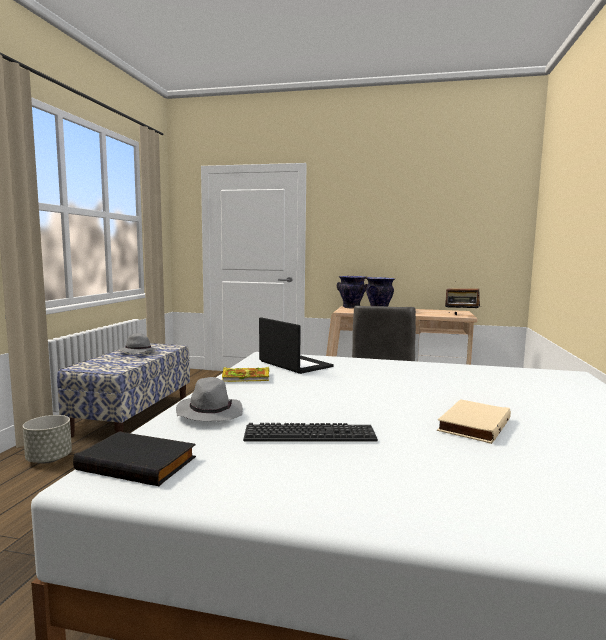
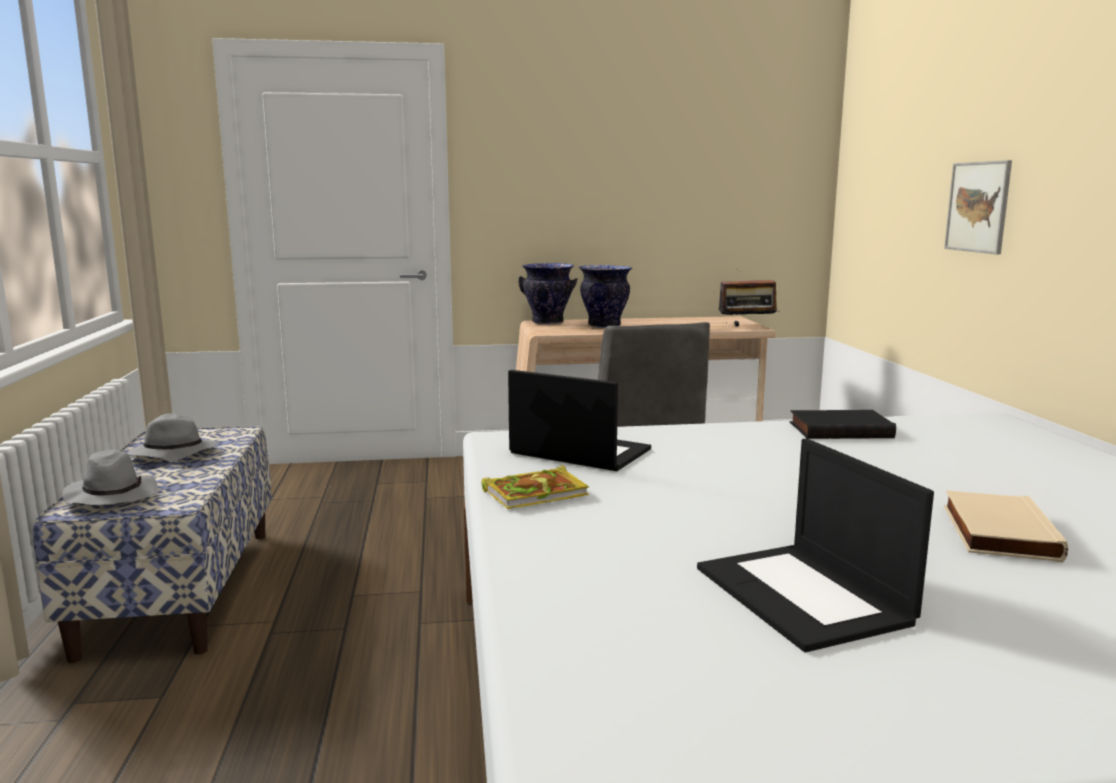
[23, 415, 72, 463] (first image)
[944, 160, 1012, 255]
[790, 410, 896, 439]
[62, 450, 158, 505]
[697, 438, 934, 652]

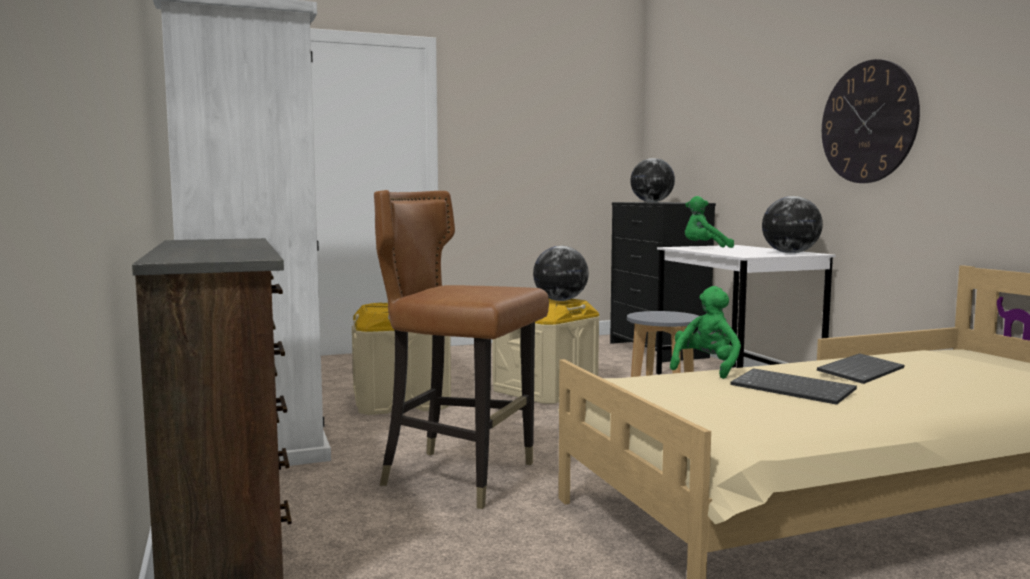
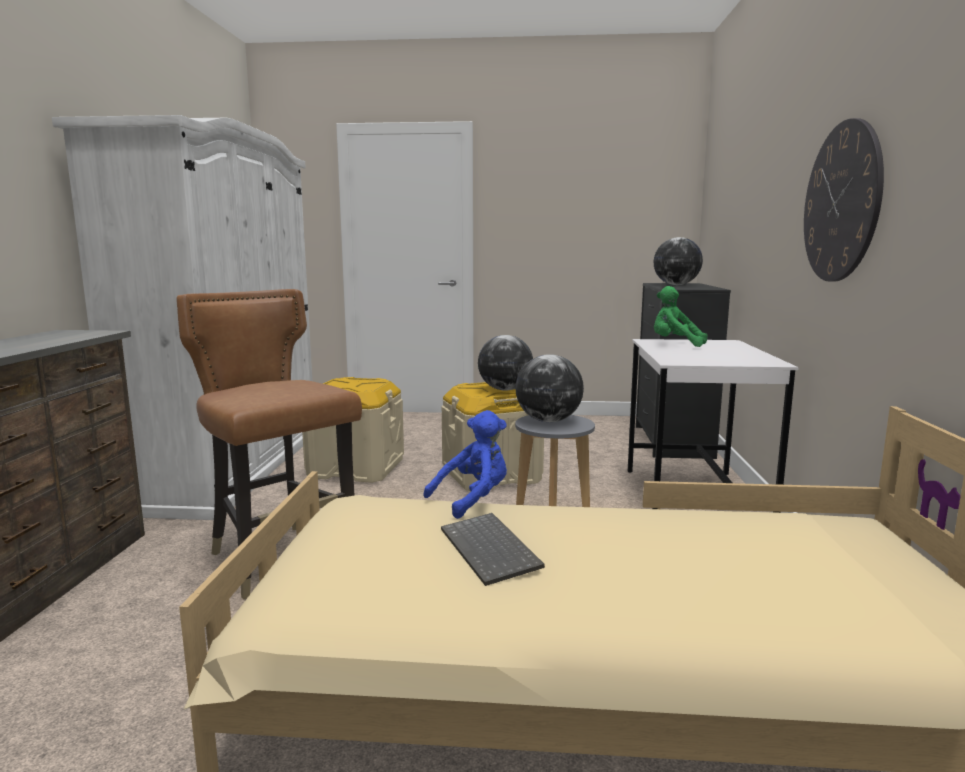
[817, 353, 904, 384] (first image)
[515, 354, 584, 422]
[423, 410, 507, 519]

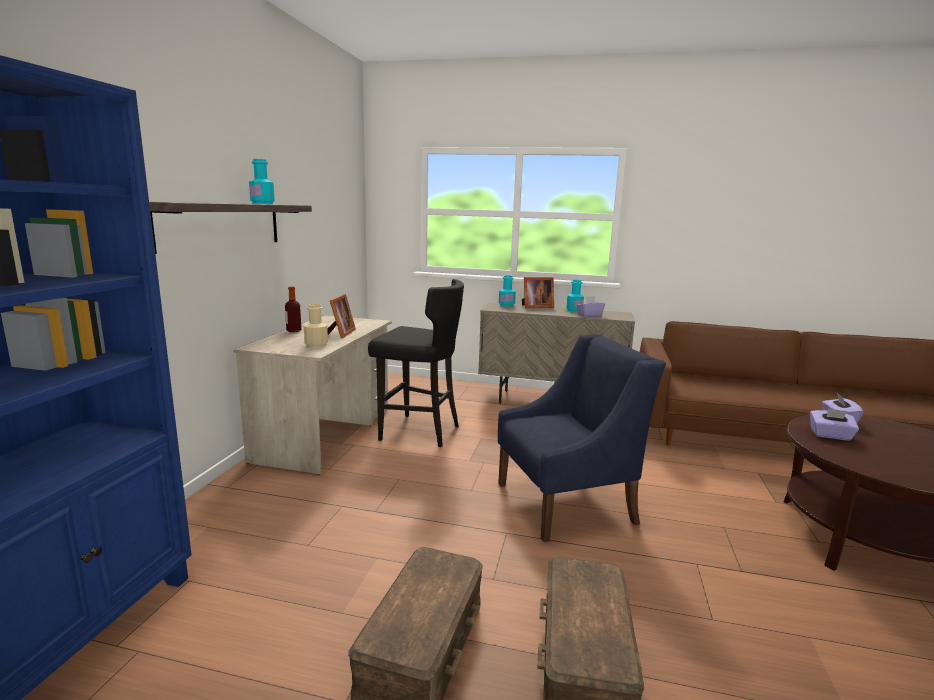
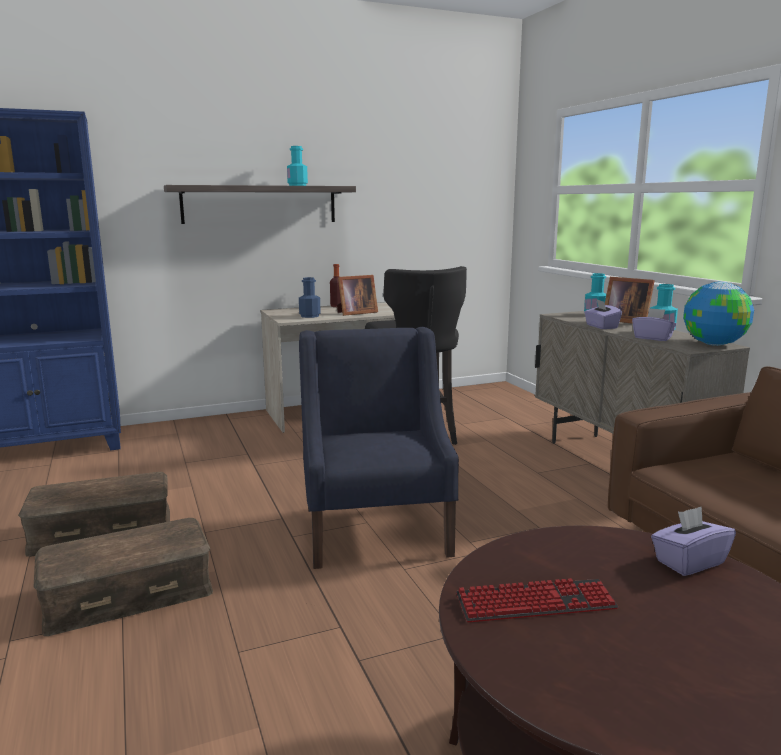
[456, 578, 619, 622]
[683, 282, 754, 346]
[584, 300, 622, 329]
[299, 277, 321, 318]
[299, 327, 459, 569]

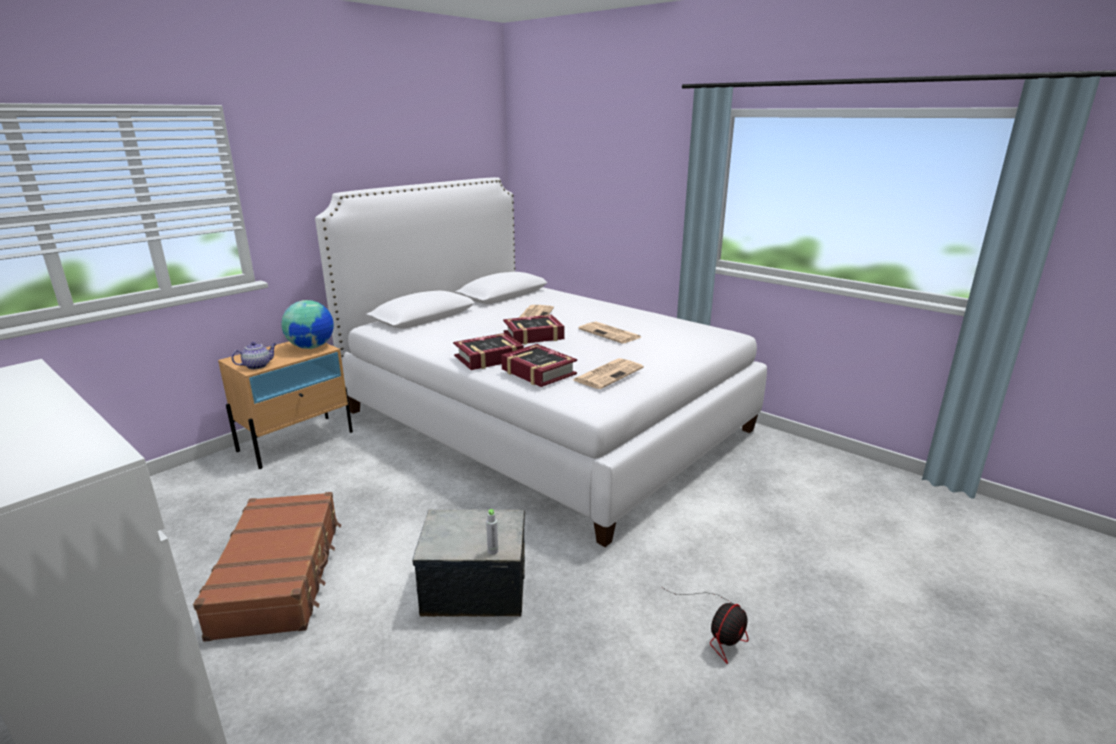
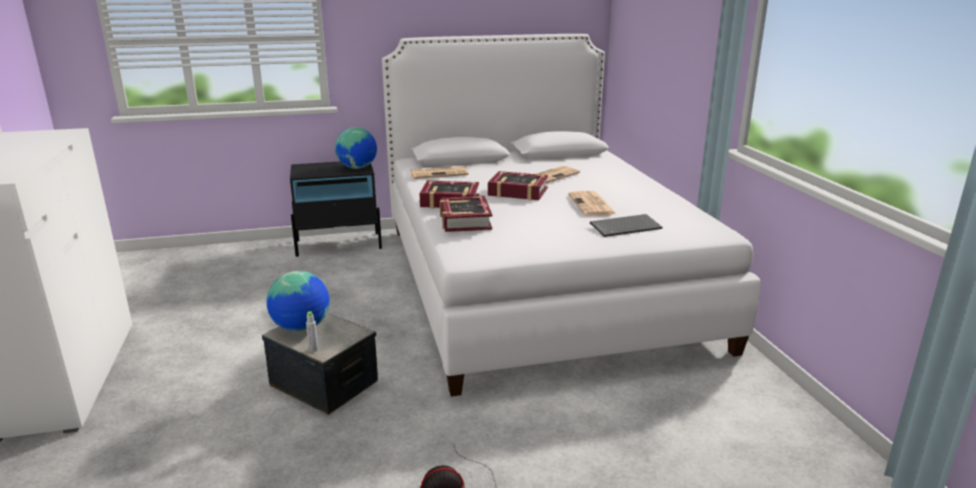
[193, 492, 341, 642] (first image)
[231, 342, 276, 369] (first image)
[267, 271, 330, 332]
[590, 214, 662, 237]
[410, 166, 469, 179]
[290, 162, 382, 257]

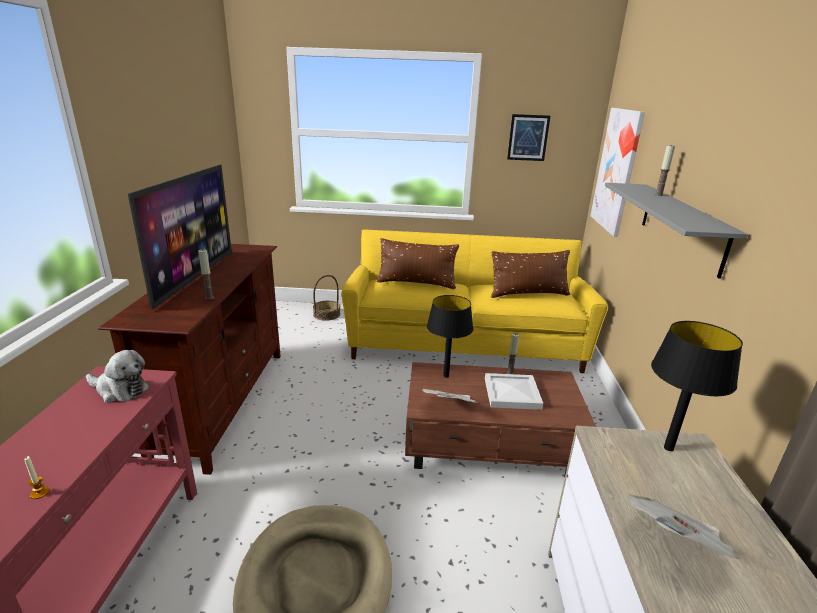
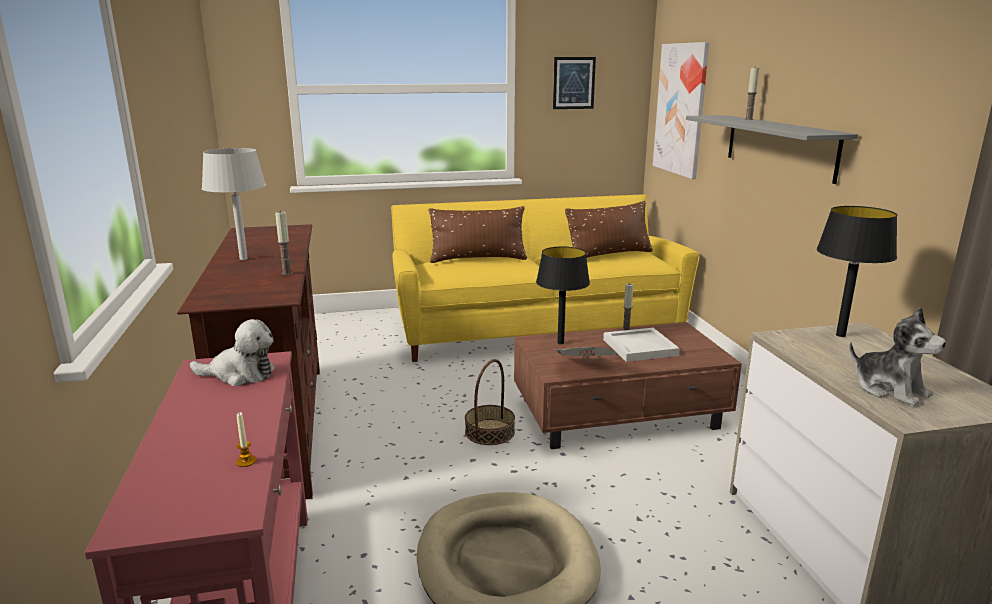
[465, 359, 515, 445]
[202, 148, 266, 260]
[849, 307, 946, 406]

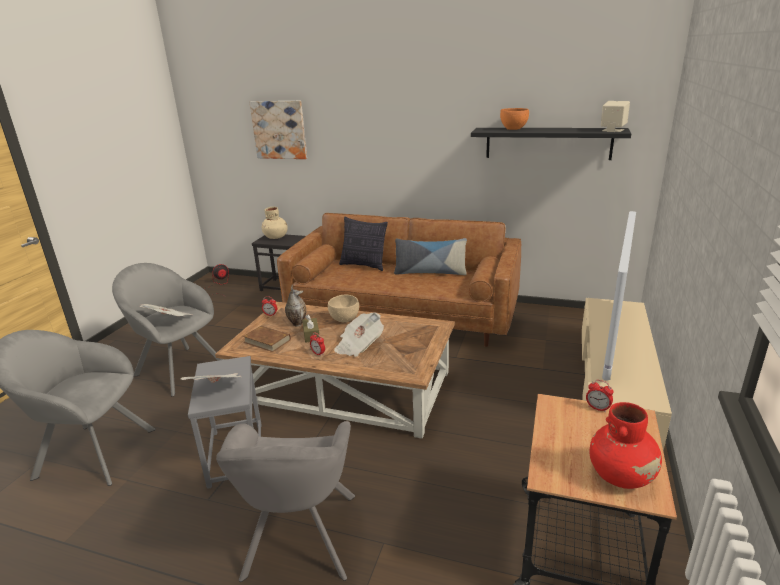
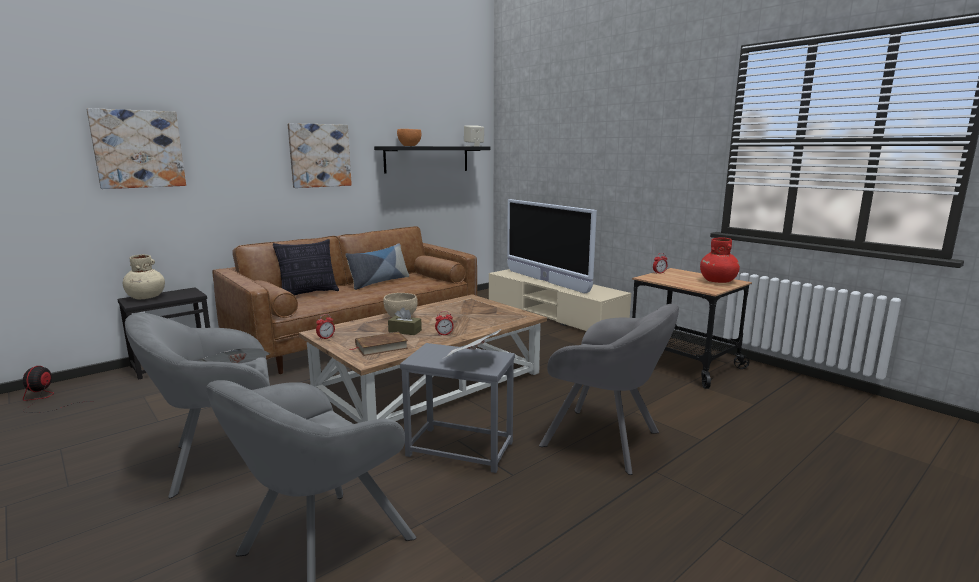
[285, 284, 307, 327] (first image)
[334, 312, 384, 357] (first image)
[287, 123, 352, 188]

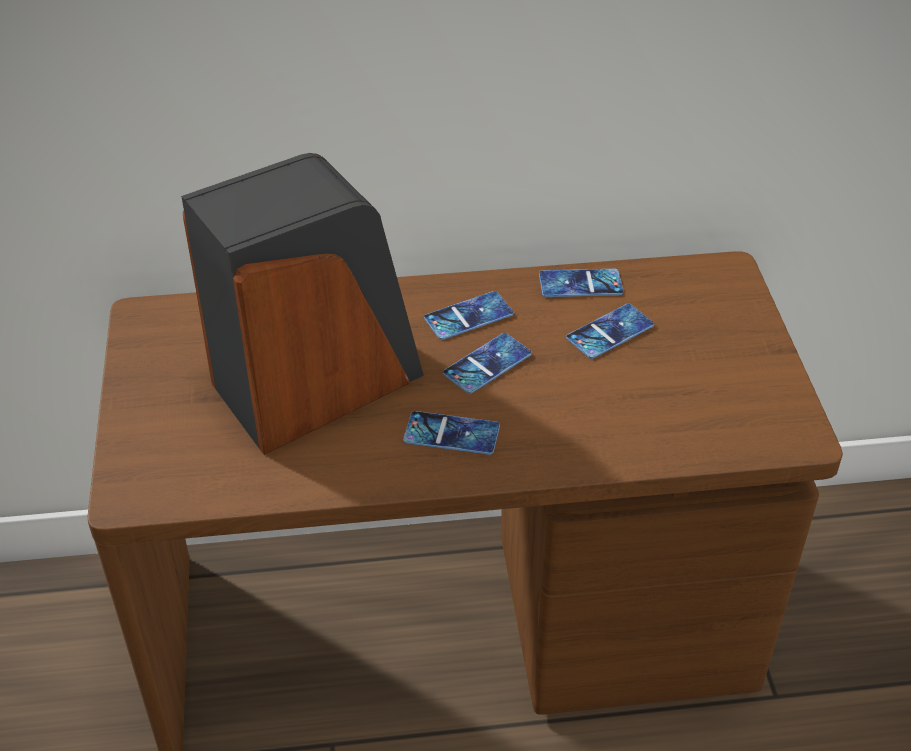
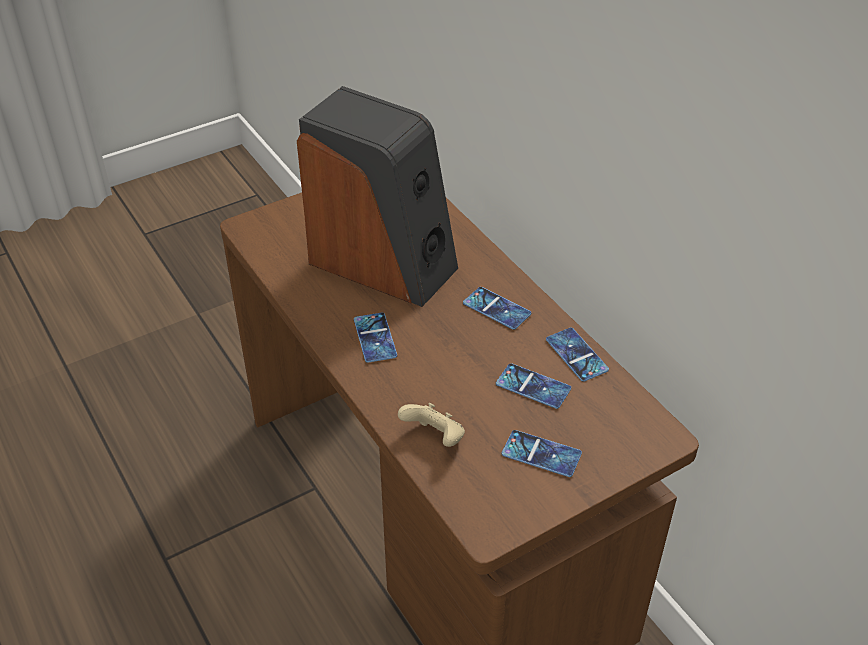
[398, 403, 465, 447]
[502, 430, 582, 477]

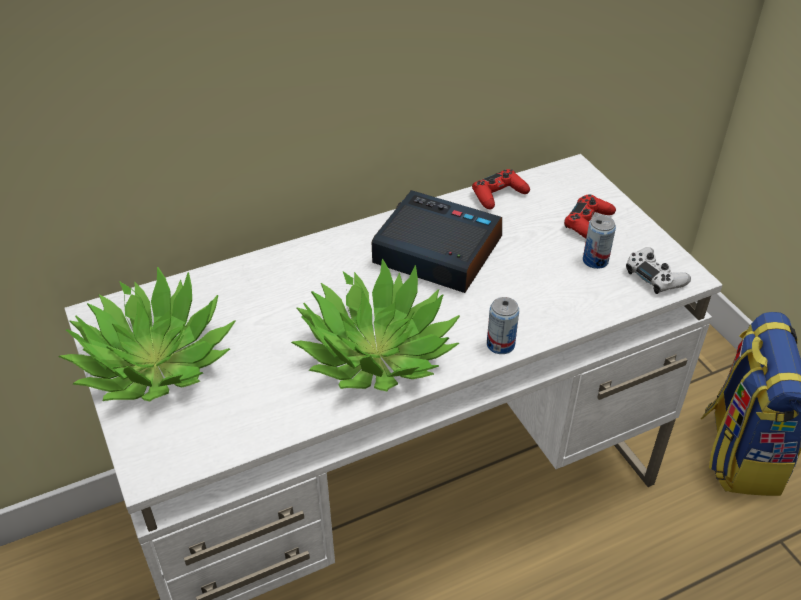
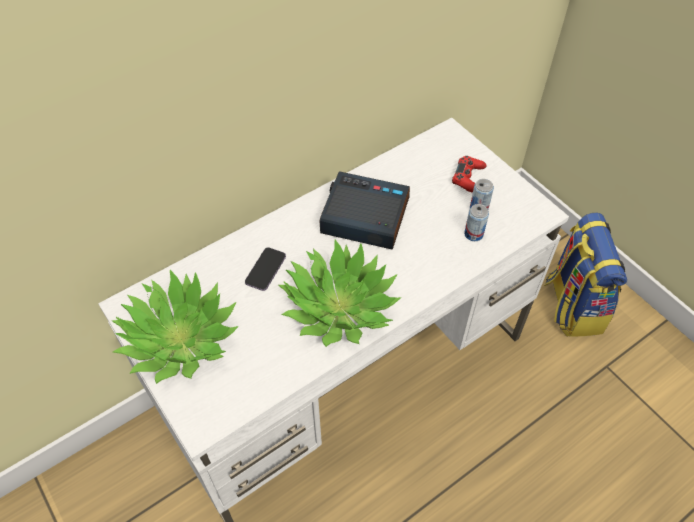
[472, 169, 530, 210] (first image)
[626, 247, 691, 294] (first image)
[245, 247, 286, 291]
[464, 204, 489, 241]

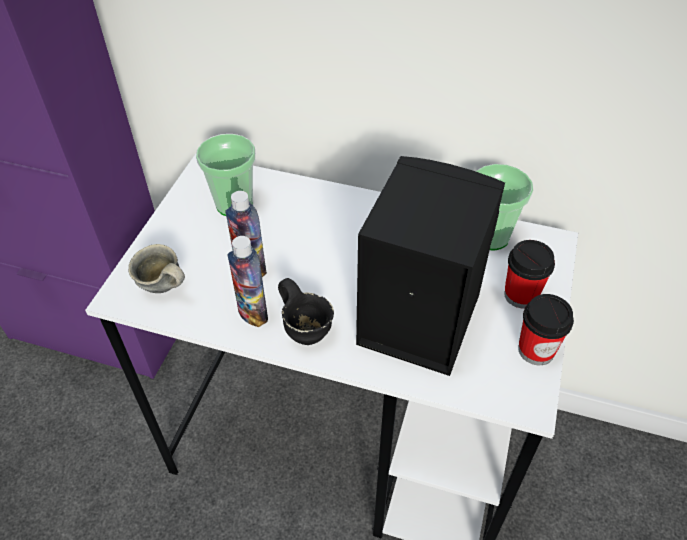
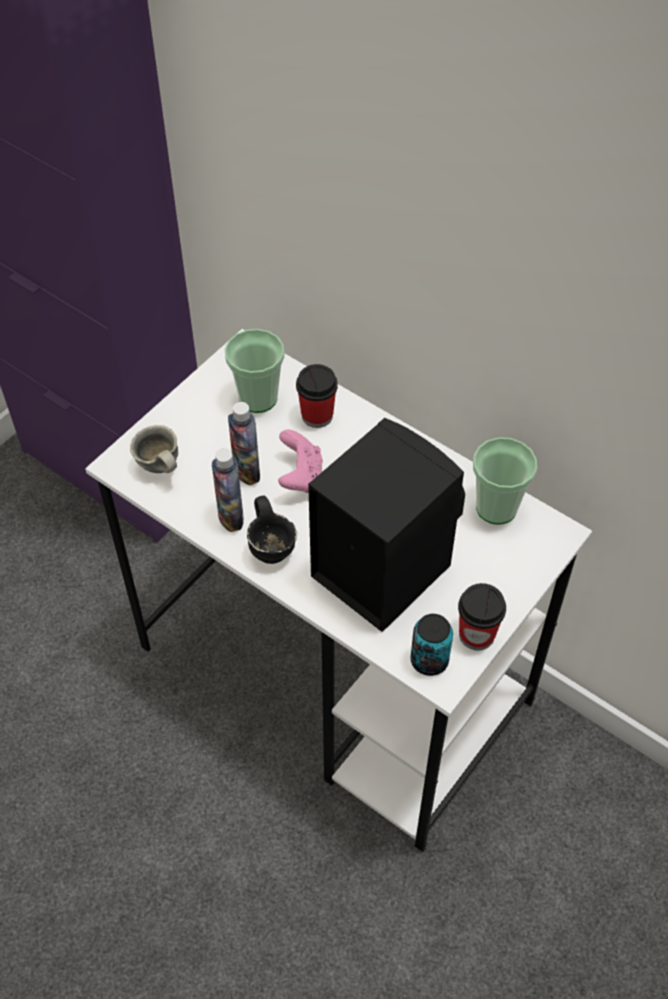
[278, 429, 323, 493]
[411, 614, 453, 676]
[296, 364, 338, 428]

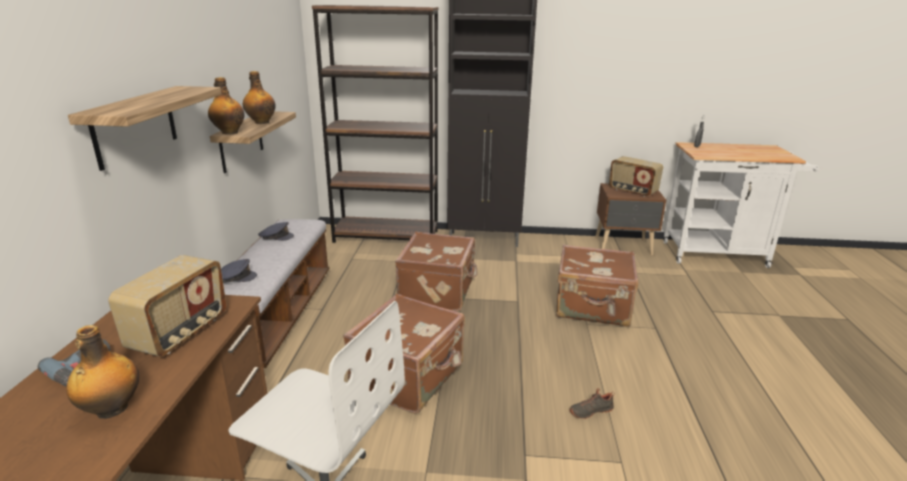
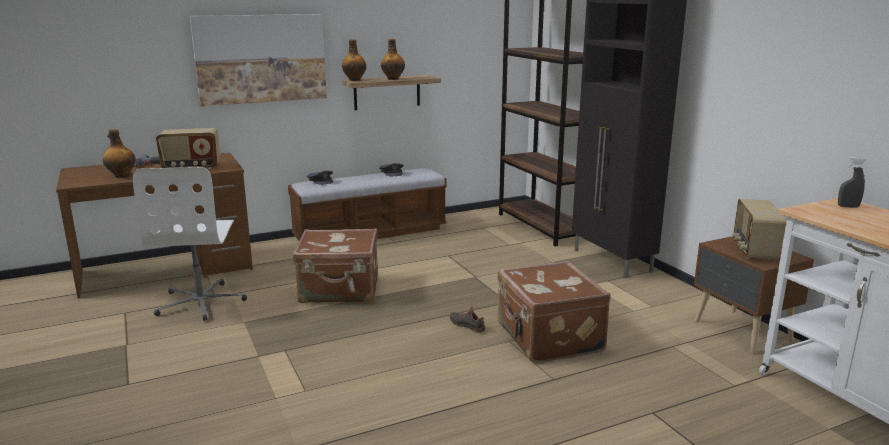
[395, 232, 478, 312] (first image)
[449, 306, 486, 333]
[190, 14, 327, 106]

